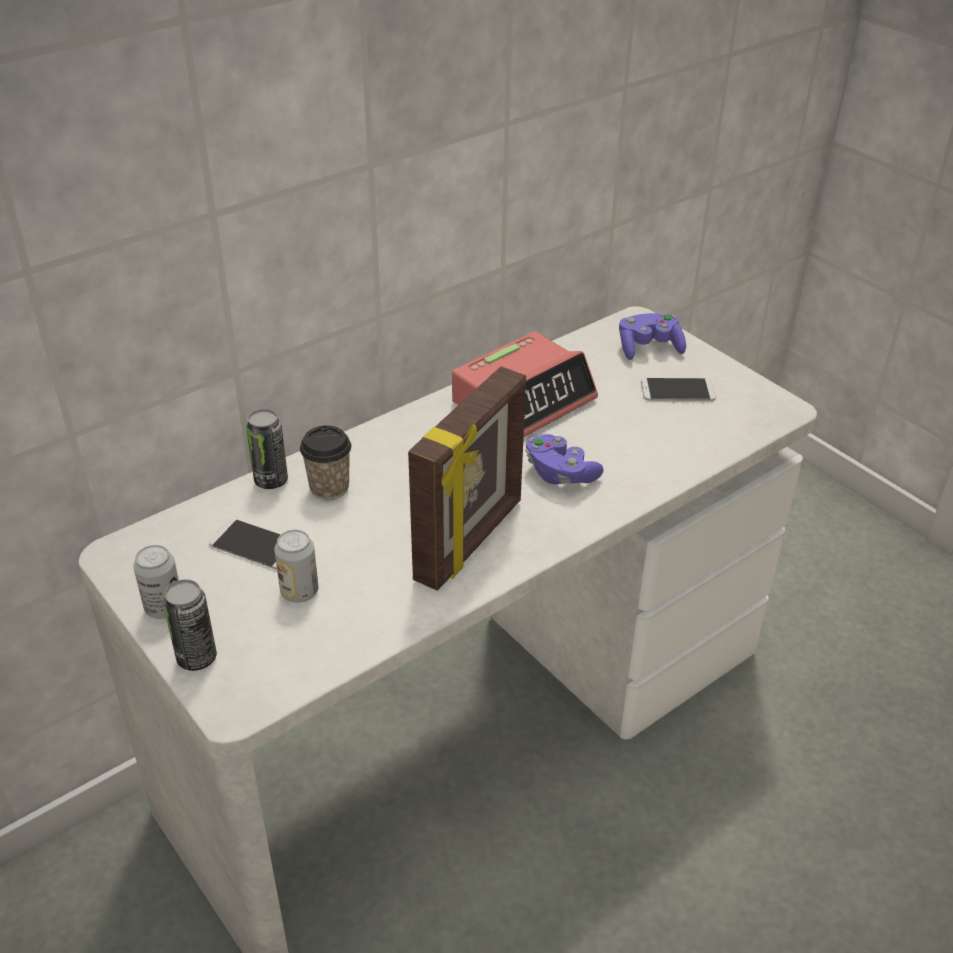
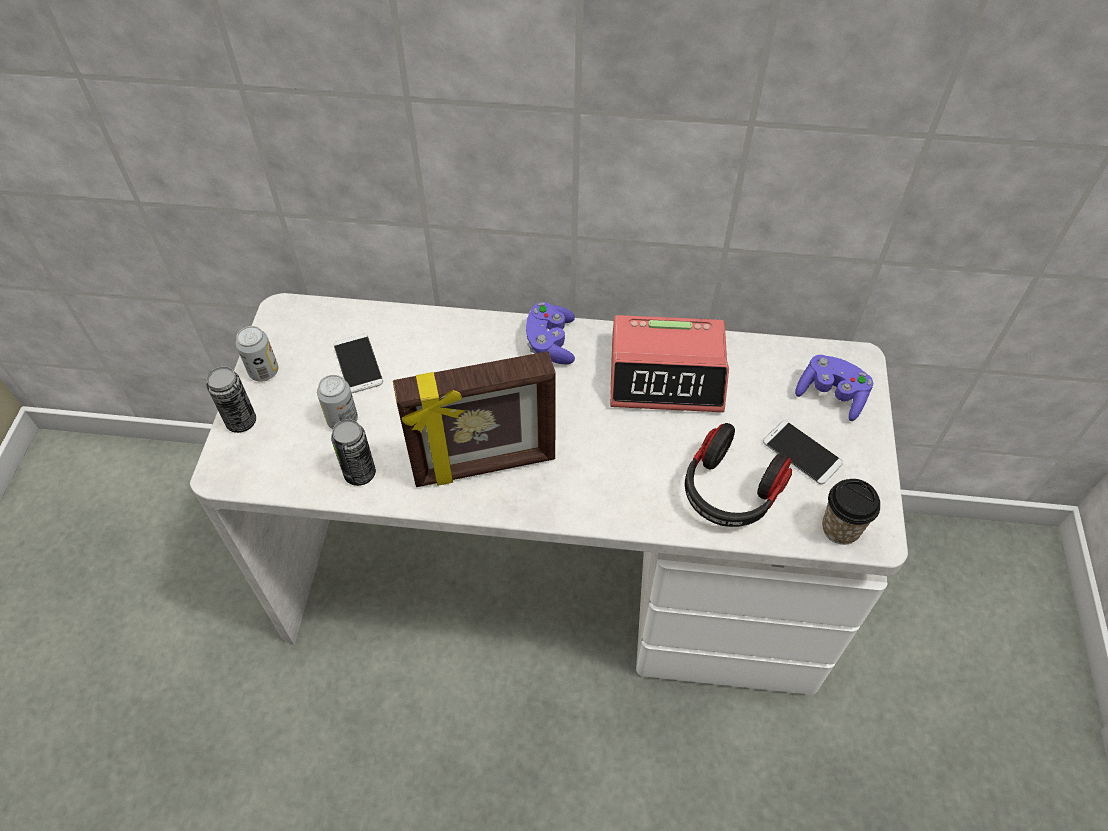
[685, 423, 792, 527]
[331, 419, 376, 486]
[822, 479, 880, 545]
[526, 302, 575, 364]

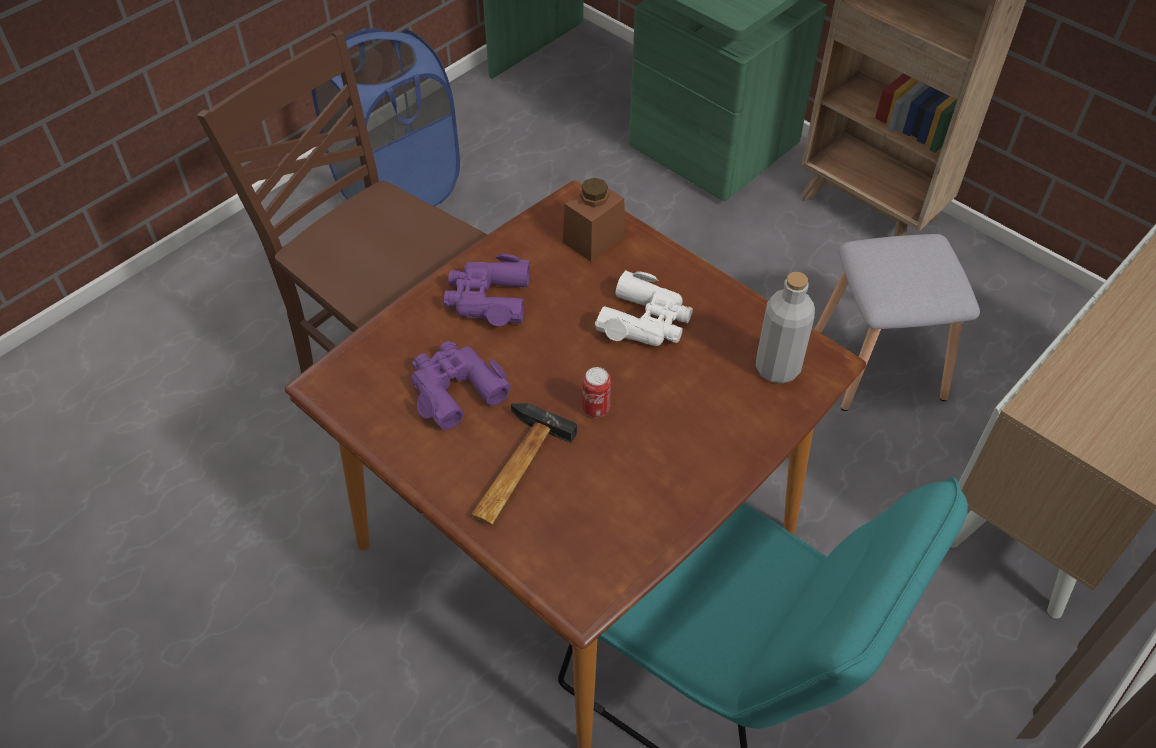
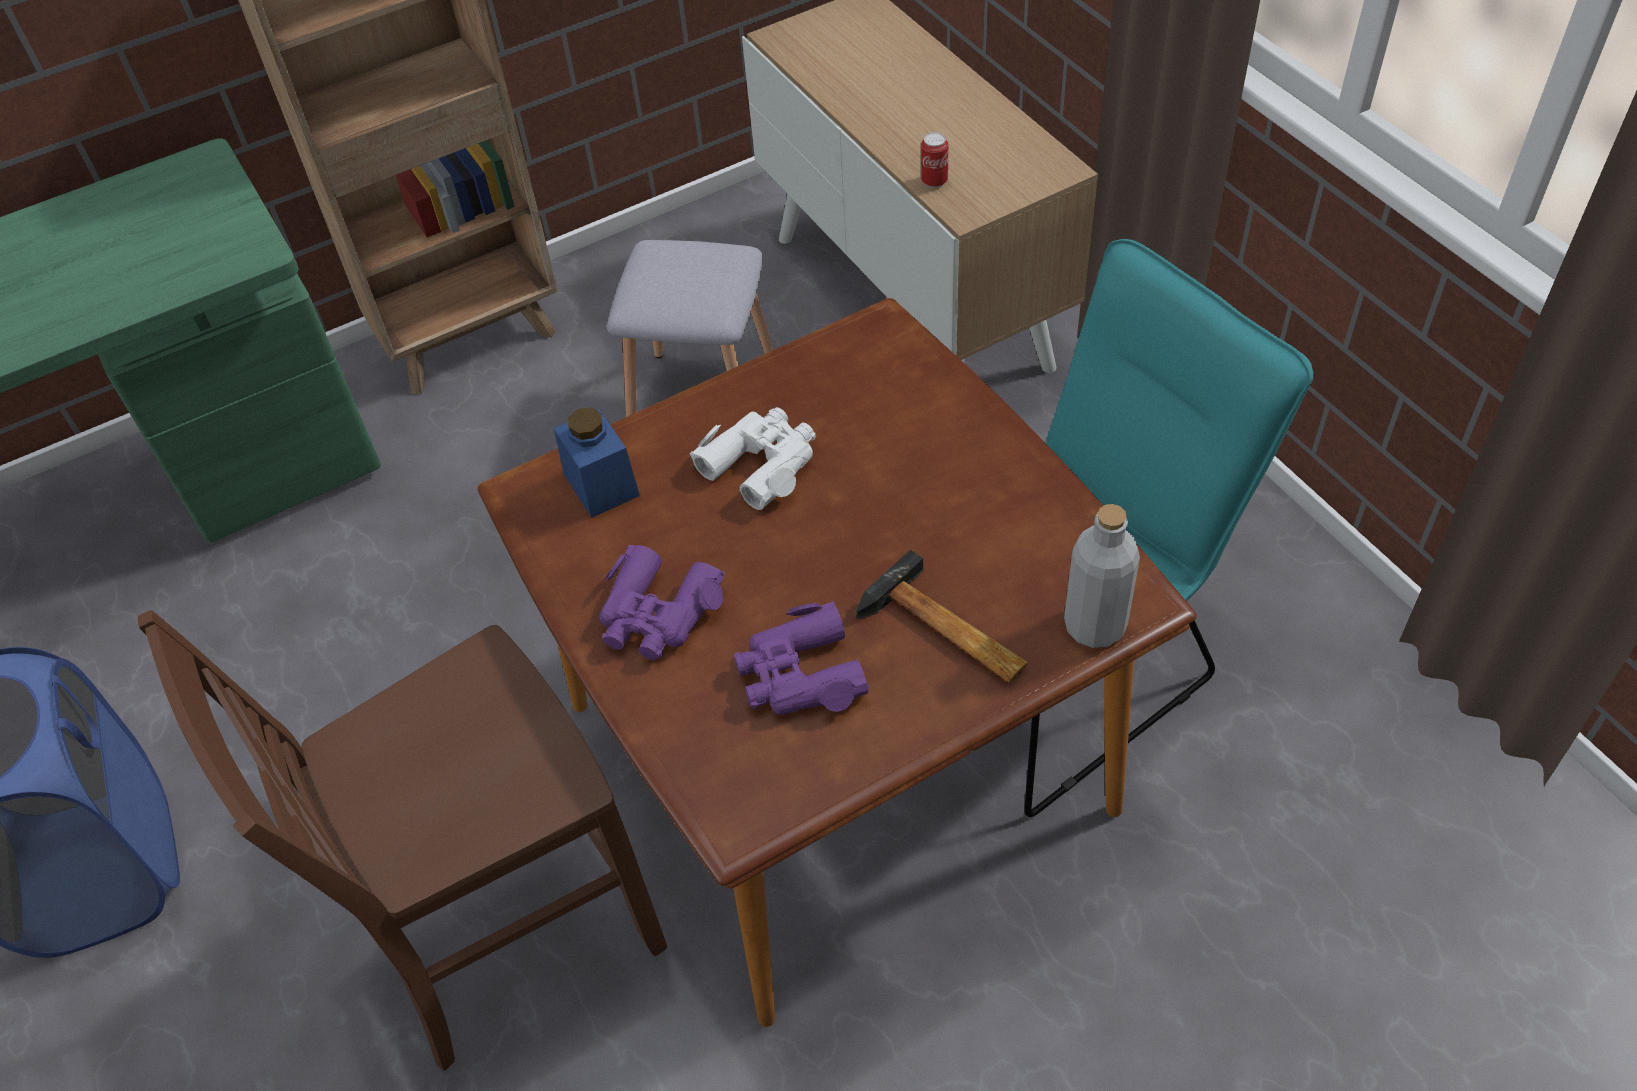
[921, 132, 949, 188]
[1064, 504, 1140, 648]
[554, 407, 640, 518]

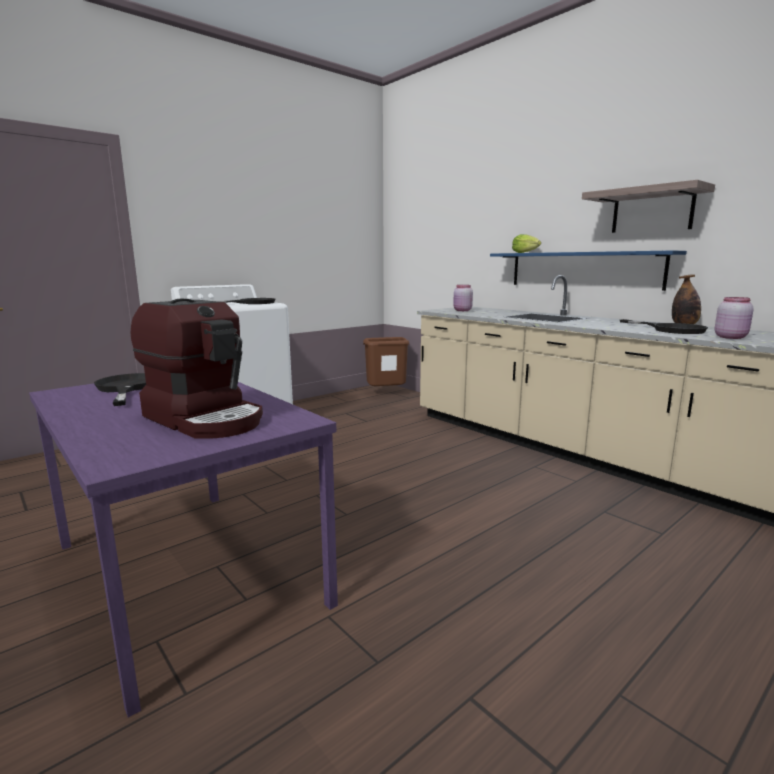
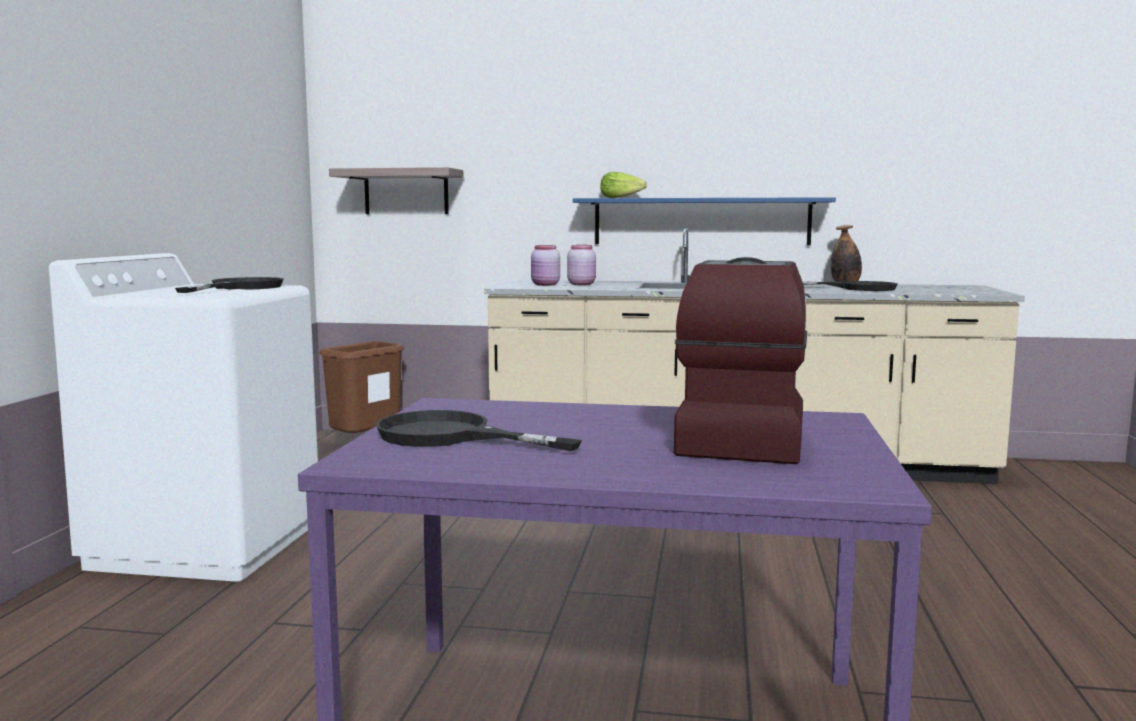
[329, 167, 463, 214]
[567, 245, 596, 285]
[674, 257, 807, 464]

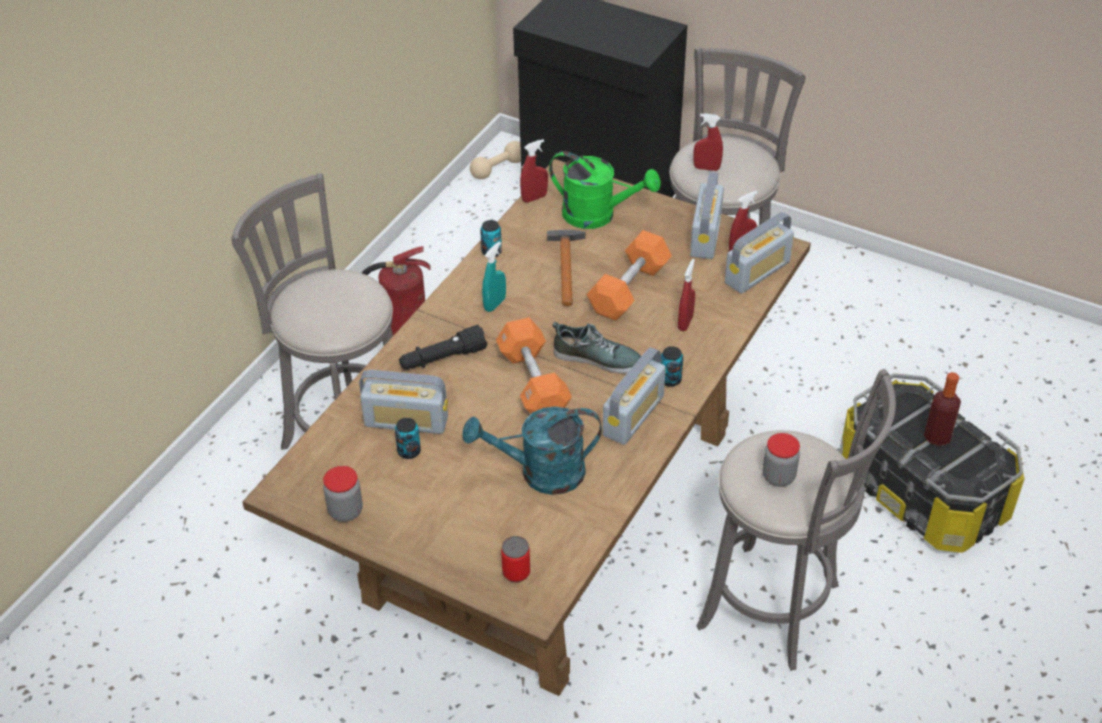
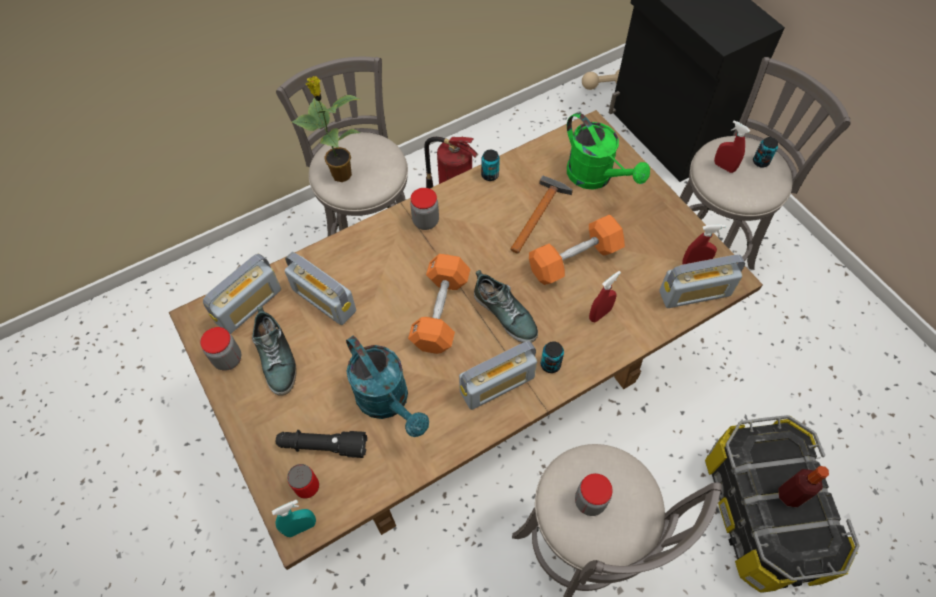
[520, 139, 548, 202] (first image)
[252, 306, 297, 396]
[292, 76, 361, 182]
[410, 188, 439, 230]
[753, 137, 778, 167]
[276, 430, 367, 458]
[272, 499, 316, 537]
[203, 254, 281, 334]
[346, 336, 429, 437]

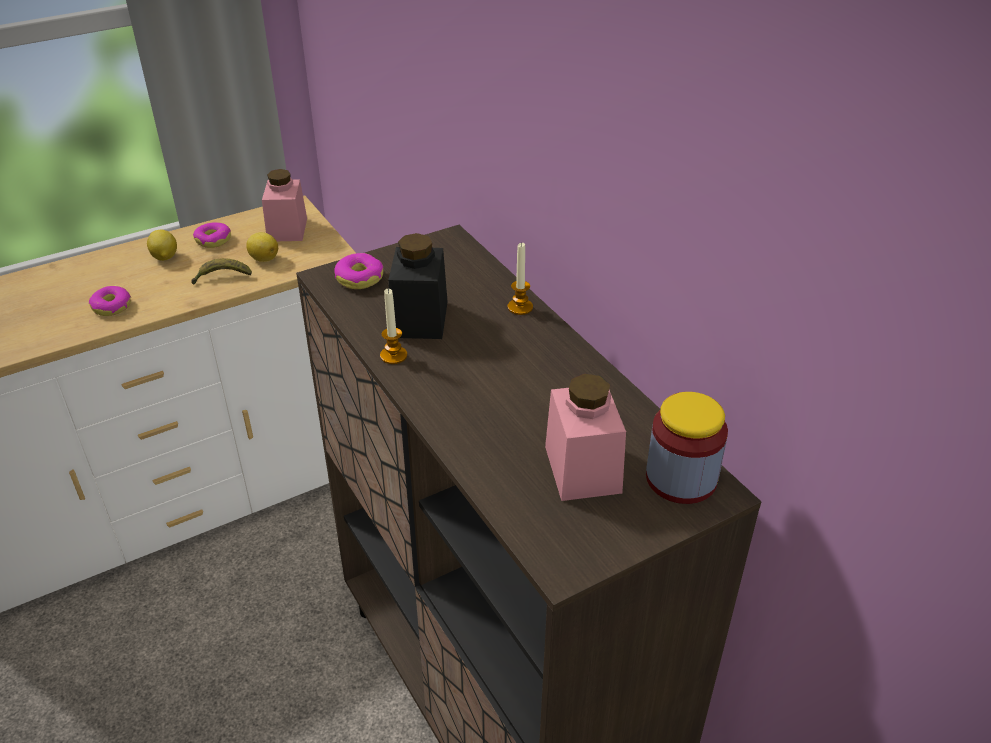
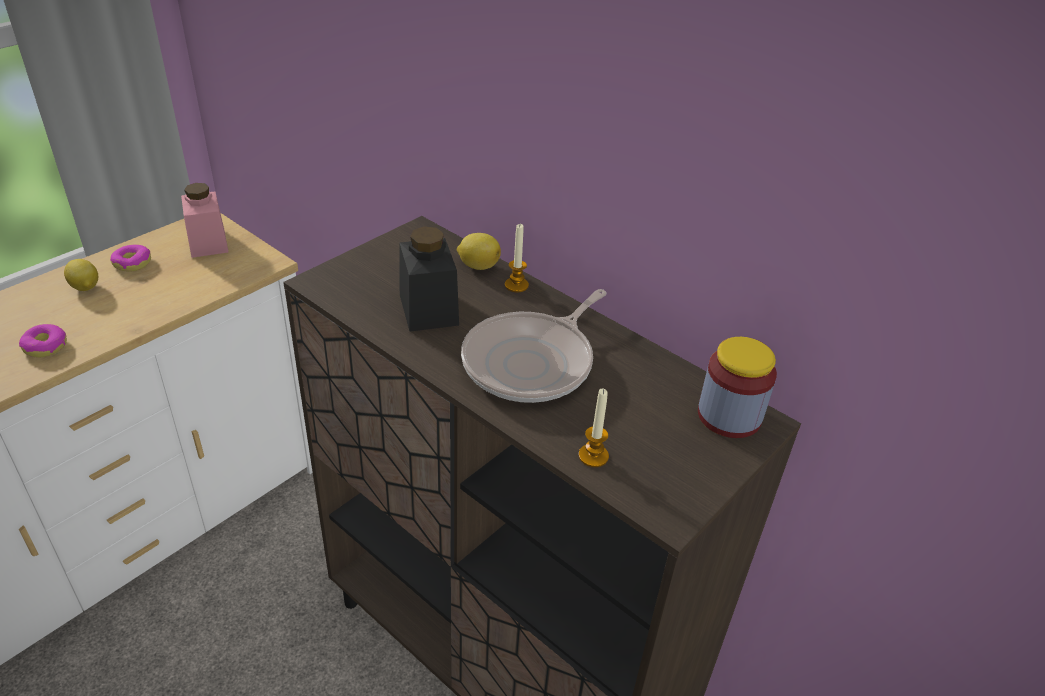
[191, 258, 252, 285] (first image)
[334, 253, 383, 289] (first image)
[545, 374, 626, 501] (first image)
[461, 289, 606, 403]
[457, 233, 501, 270]
[579, 389, 609, 467]

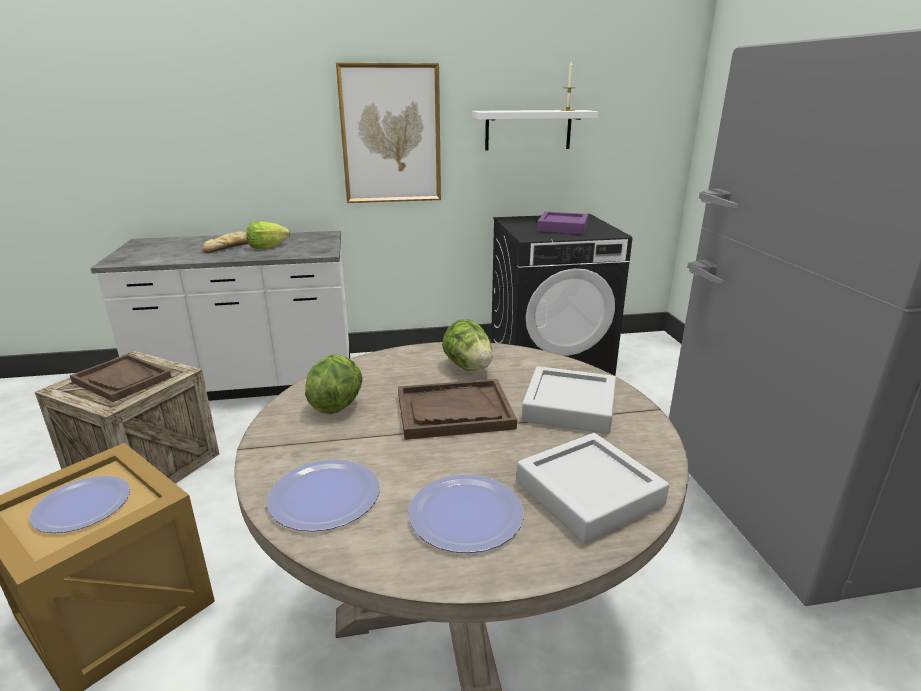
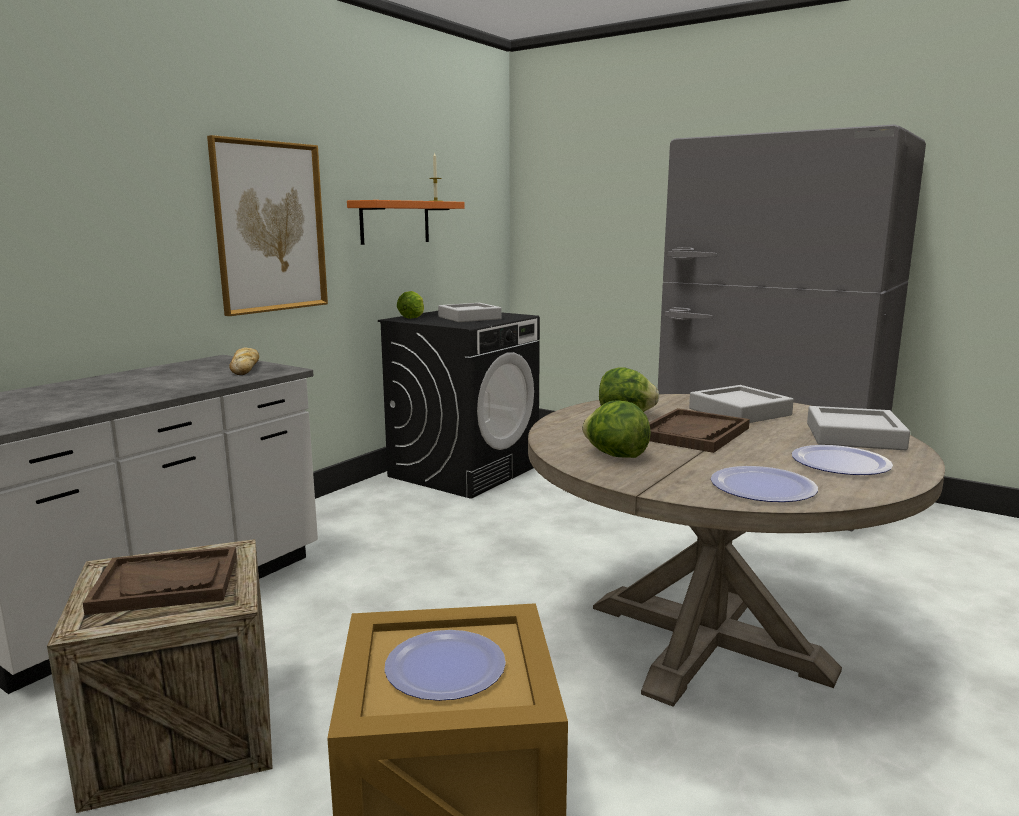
[229, 348, 259, 375]
[397, 291, 424, 319]
[347, 200, 465, 245]
[438, 303, 502, 322]

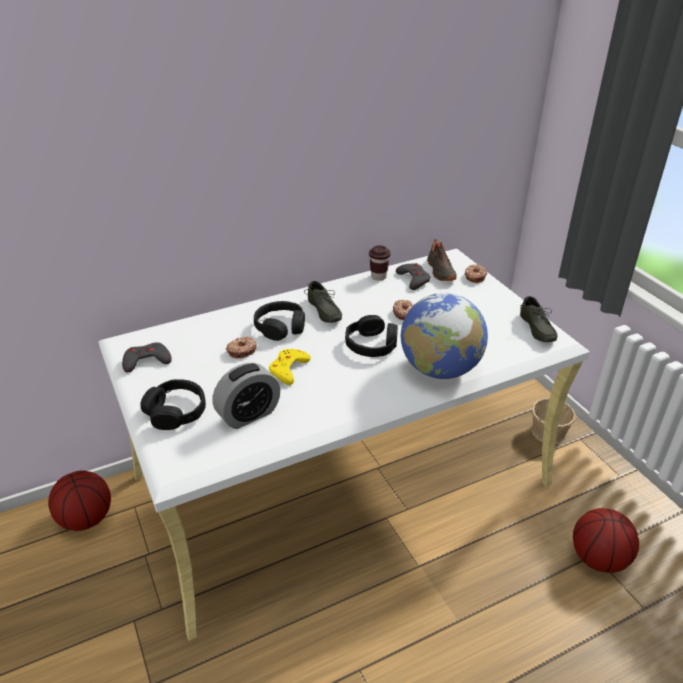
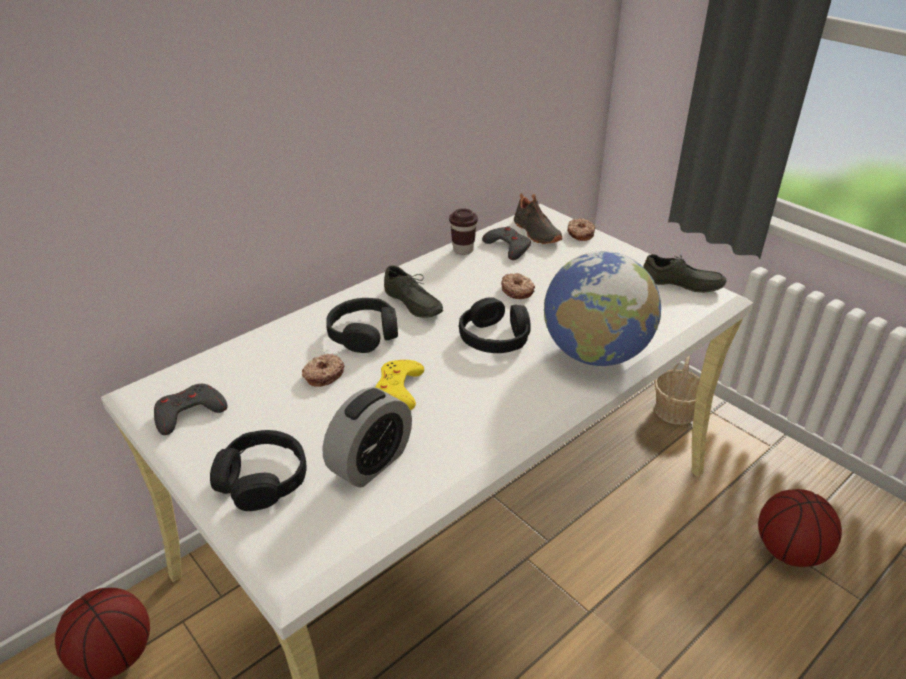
[643, 254, 726, 293]

